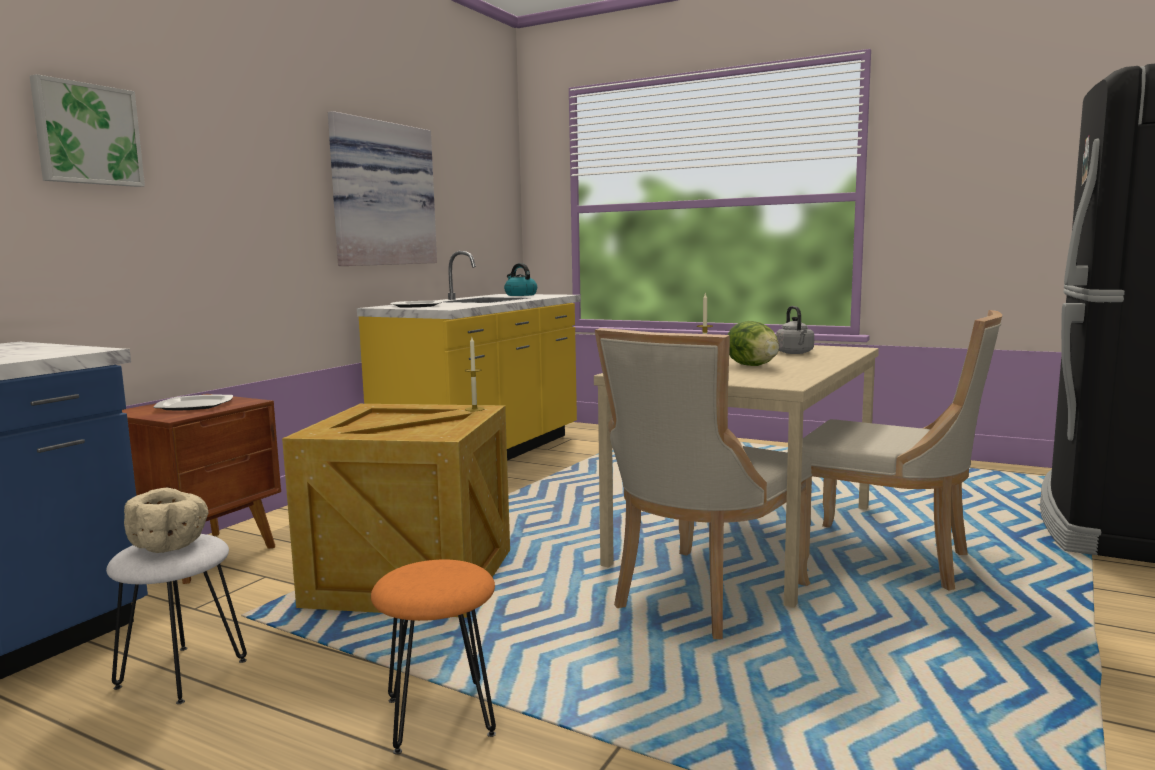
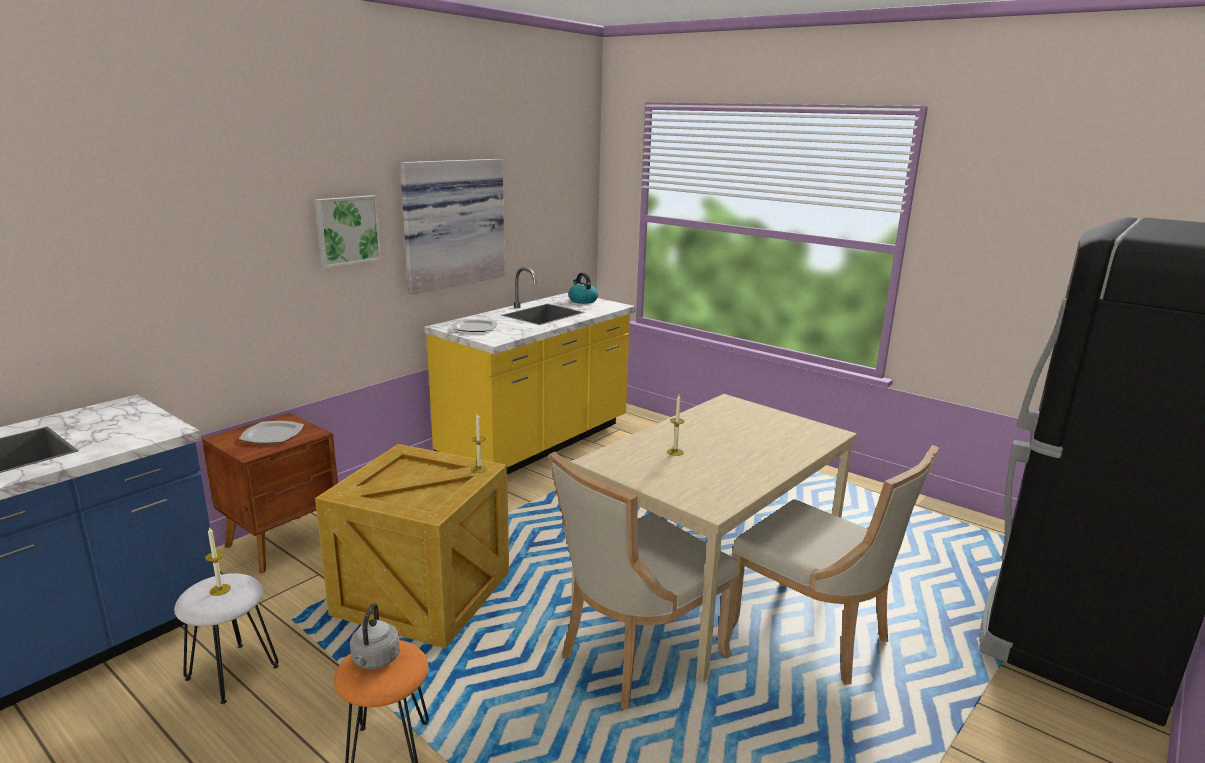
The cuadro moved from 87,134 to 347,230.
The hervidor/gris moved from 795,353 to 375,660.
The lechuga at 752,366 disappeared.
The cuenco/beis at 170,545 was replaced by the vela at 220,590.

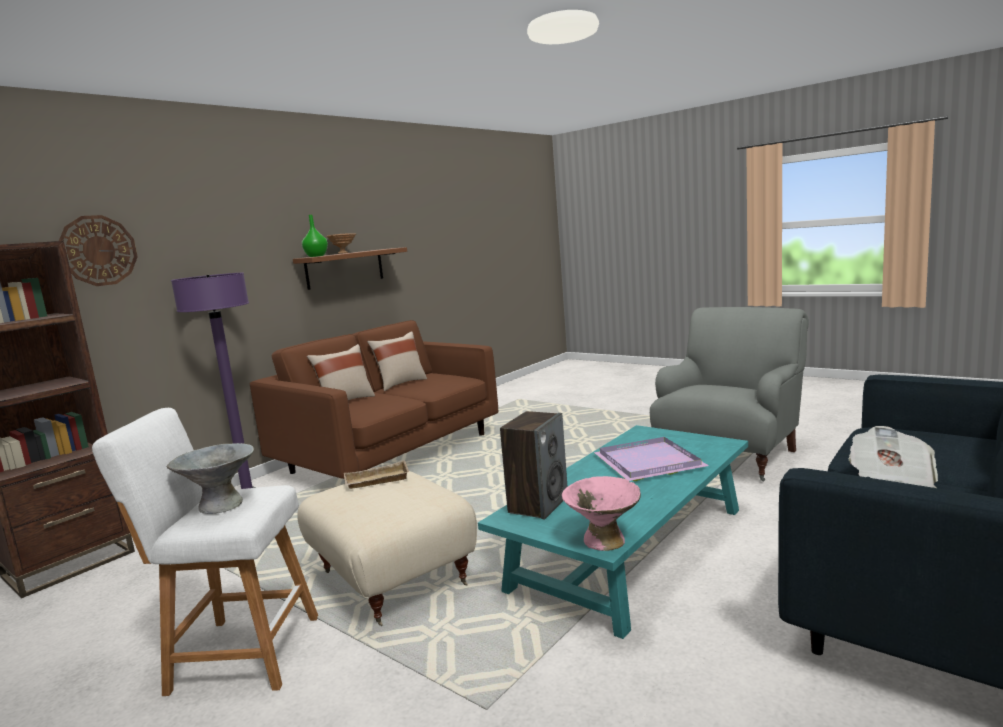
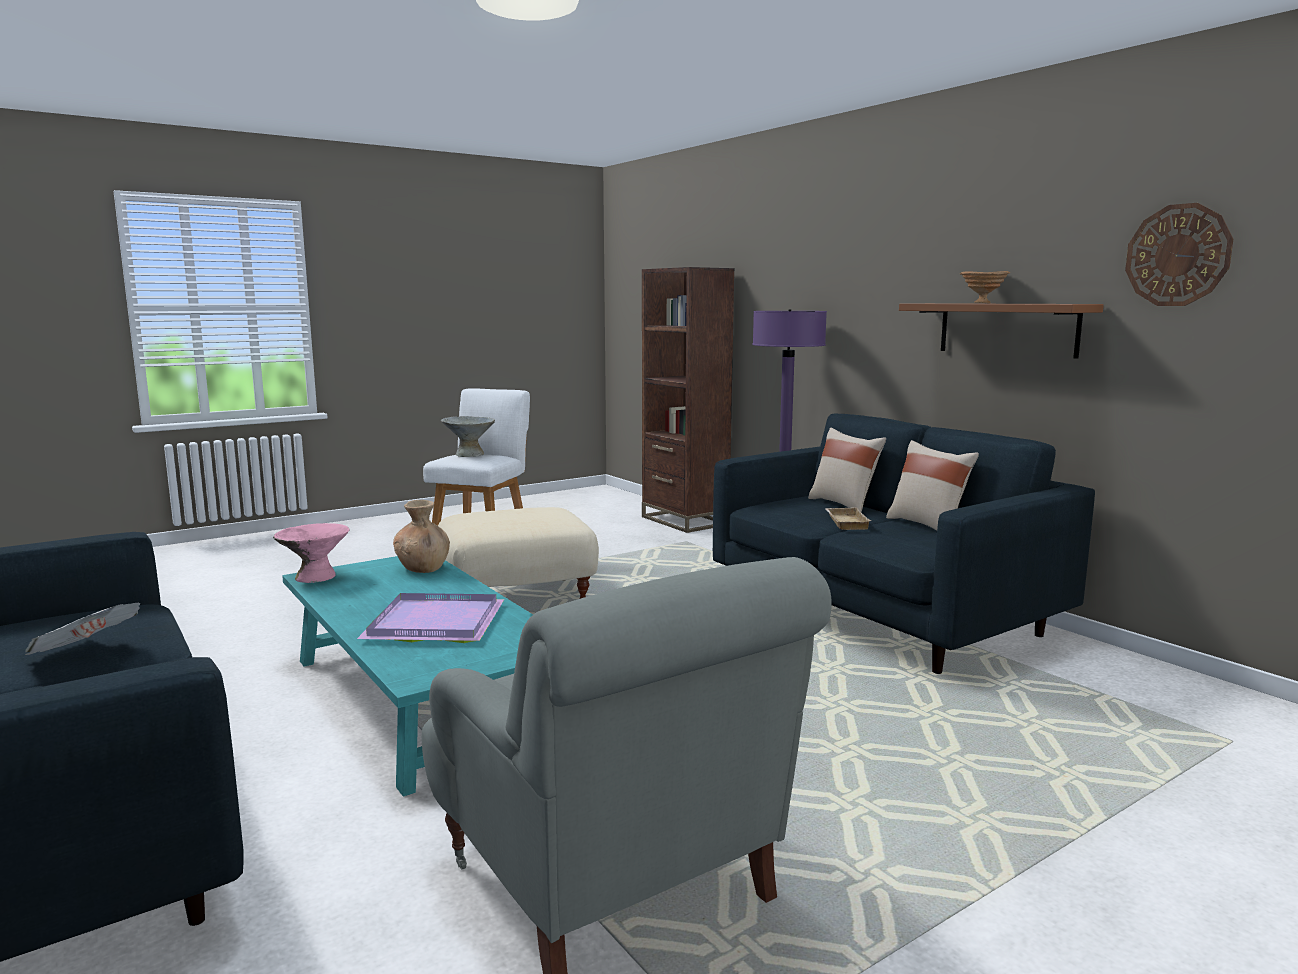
The reloj de pared moved from 98,250 to 1177,255.
The florero/verde at 316,256 disappeared.
The sofá/marrón at 391,454 became the sofá/azul at 879,613.
The altavoz at 538,504 was replaced by the florero/marrón at 423,568.
The bandeja/beis moved from 376,481 to 845,522.

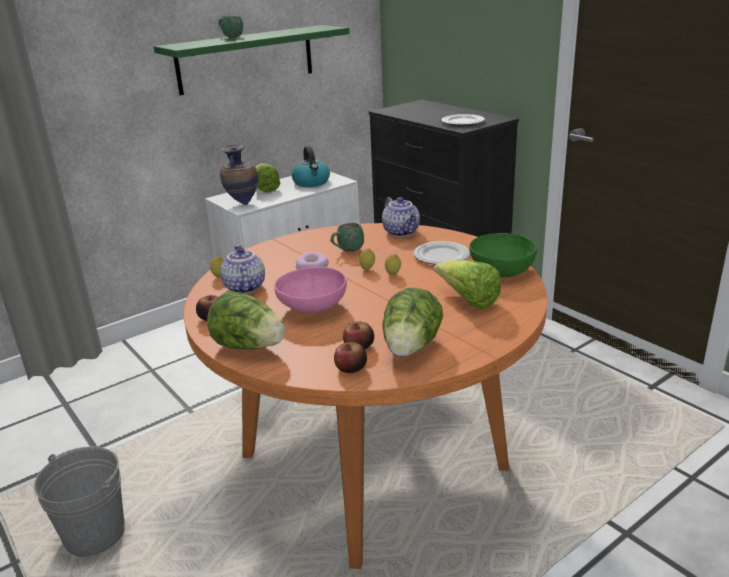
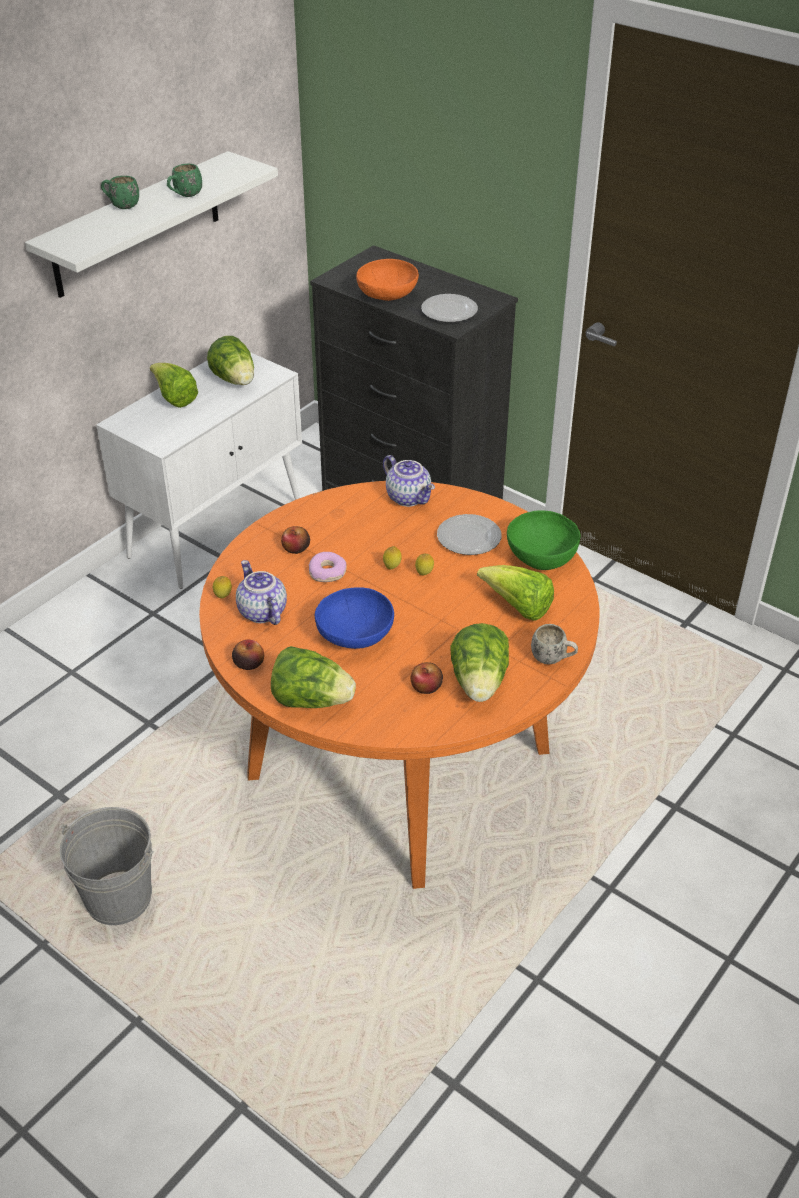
The estante/verde at 246,59 became the estante/blanco at 137,225.
The florero at 242,204 disappeared.
The hervidor at 311,182 was replaced by the lechuga at 235,380.
The taza grande/verde moved from 347,251 to 185,196.
The cuenco/rosa at 312,308 became the cuenco/azul at 355,637.
The manzana moved from 351,368 to 296,548.
The cuenco/naranja at 387,297 appeared.
The taza grande/blanco at 553,659 appeared.

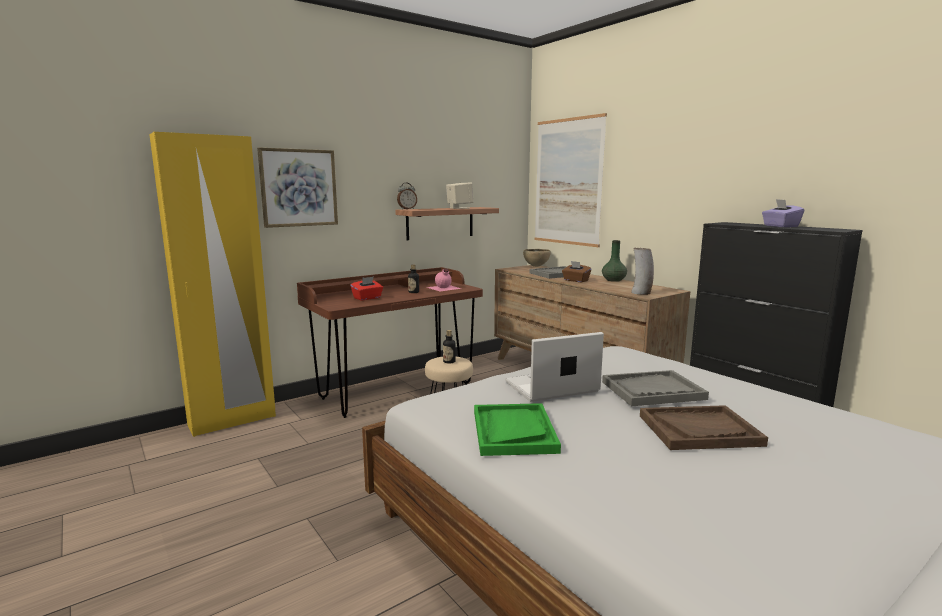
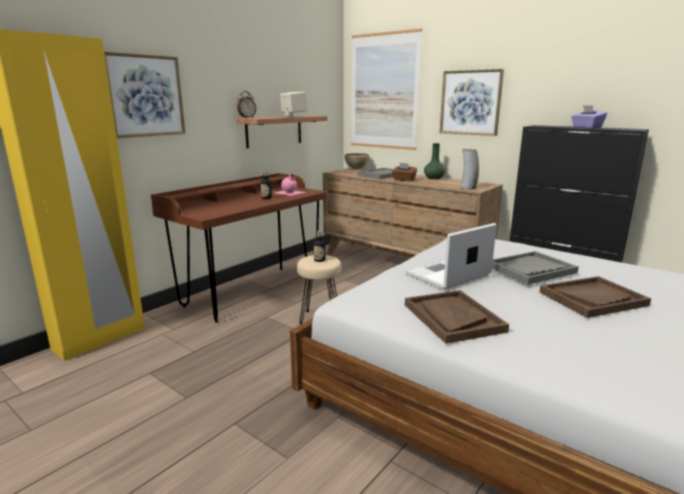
The caja de pañuelos/rojo at 367,298 disappeared.
The bandeja/verde at 513,431 became the bandeja/marrón at 452,317.
The cuadro at 470,102 appeared.

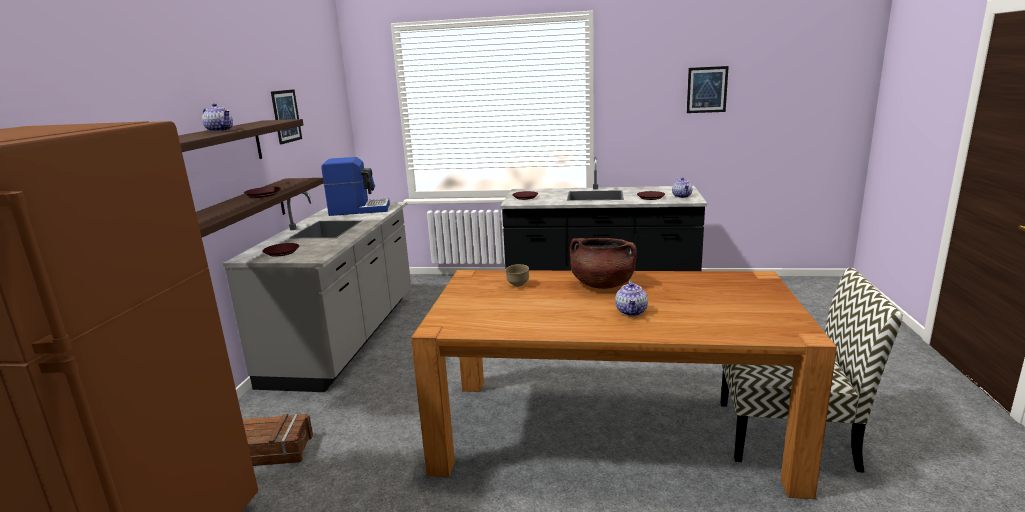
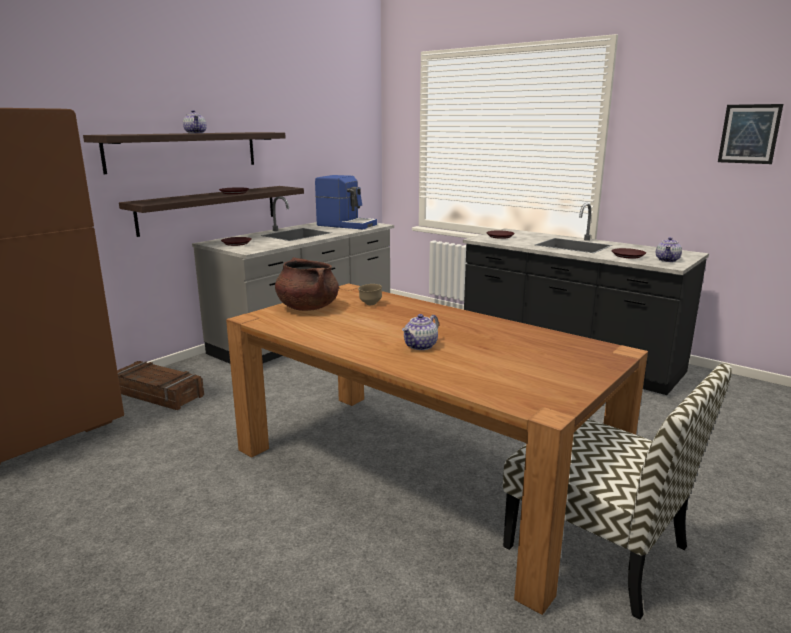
The cuadro at 286,116 disappeared.
The olla/marrón moved from 602,284 to 307,308.

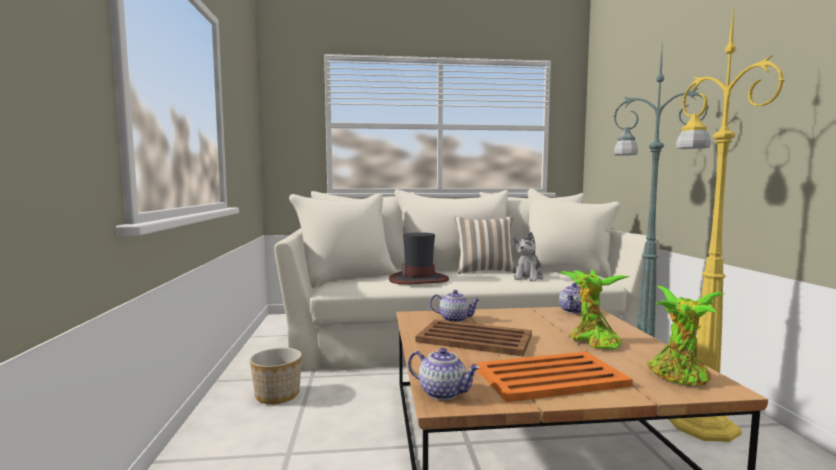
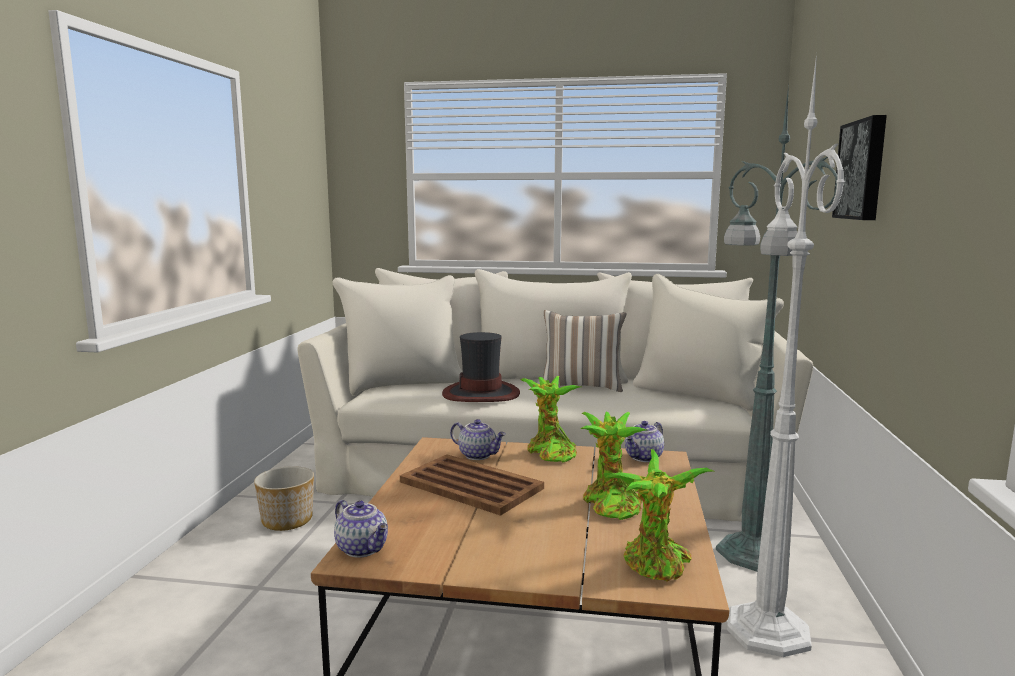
The lámpara de pie/amarillo at 699,423 became the lámpara de pie/blanco at 766,627.
The peluche at 528,278 disappeared.
The bandeja/naranja at 552,377 disappeared.
The cuadro at 863,170 appeared.
The planta en maceta at 549,453 appeared.

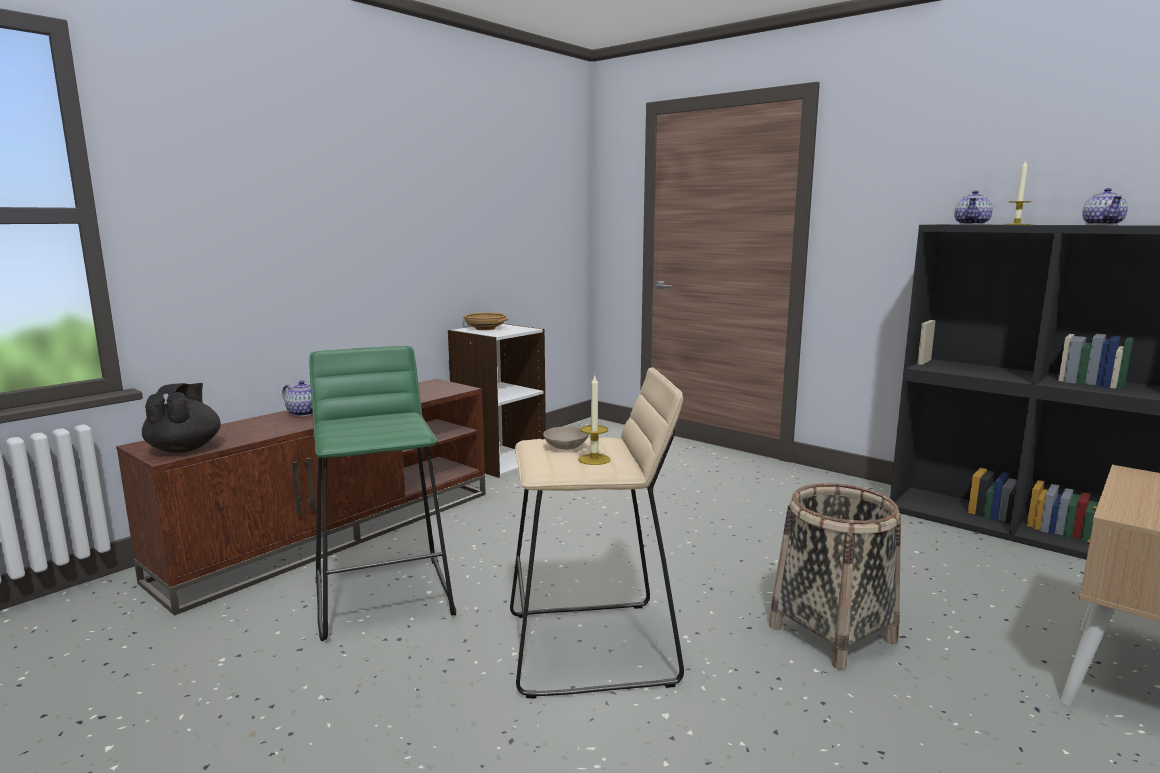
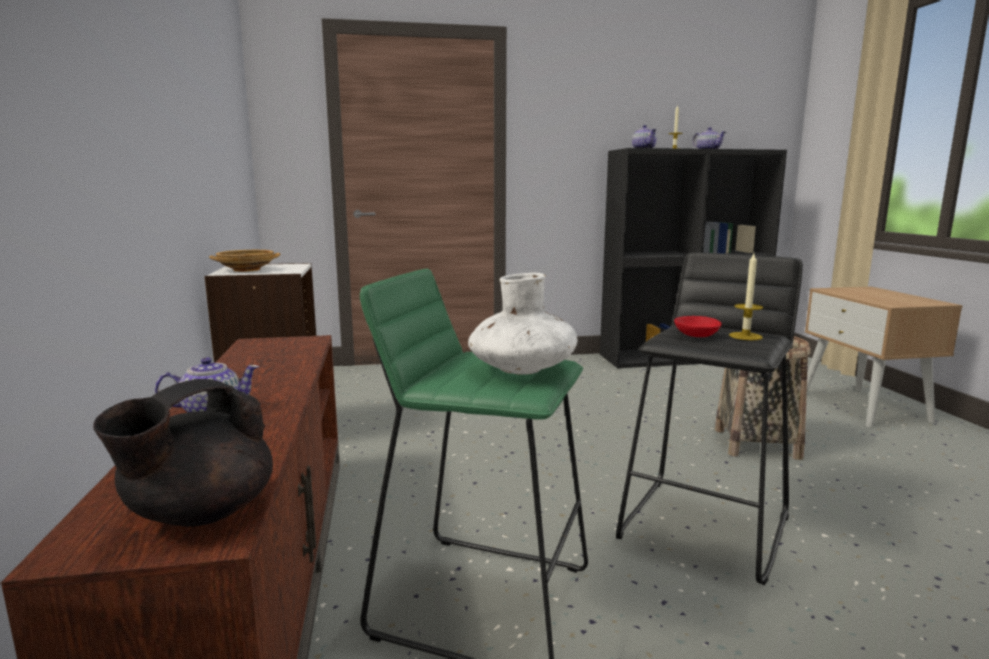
The taburete/beis at 592,648 became the taburete/negro at 705,526.
The tetera/negro at 185,448 turned 90 degrees counterclockwise.
The cuenco/beis at 566,446 became the cuenco/rojo at 695,335.
The florero/blanco at 522,370 appeared.

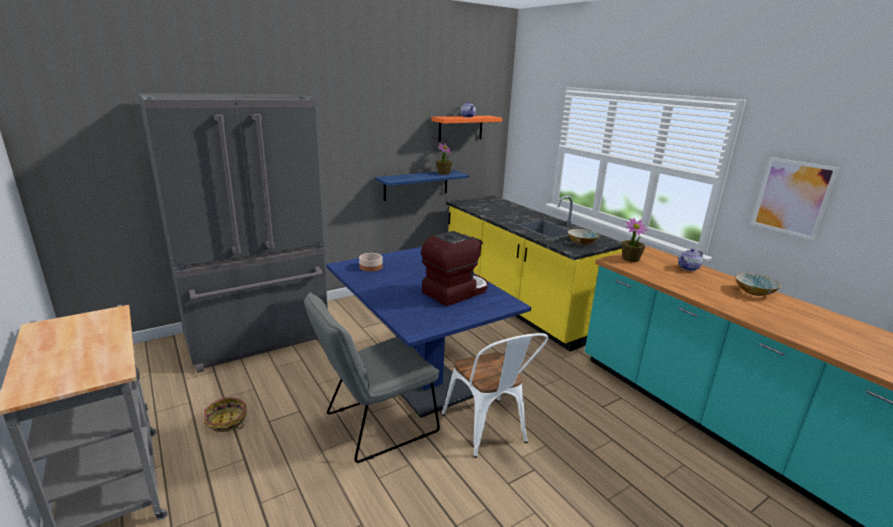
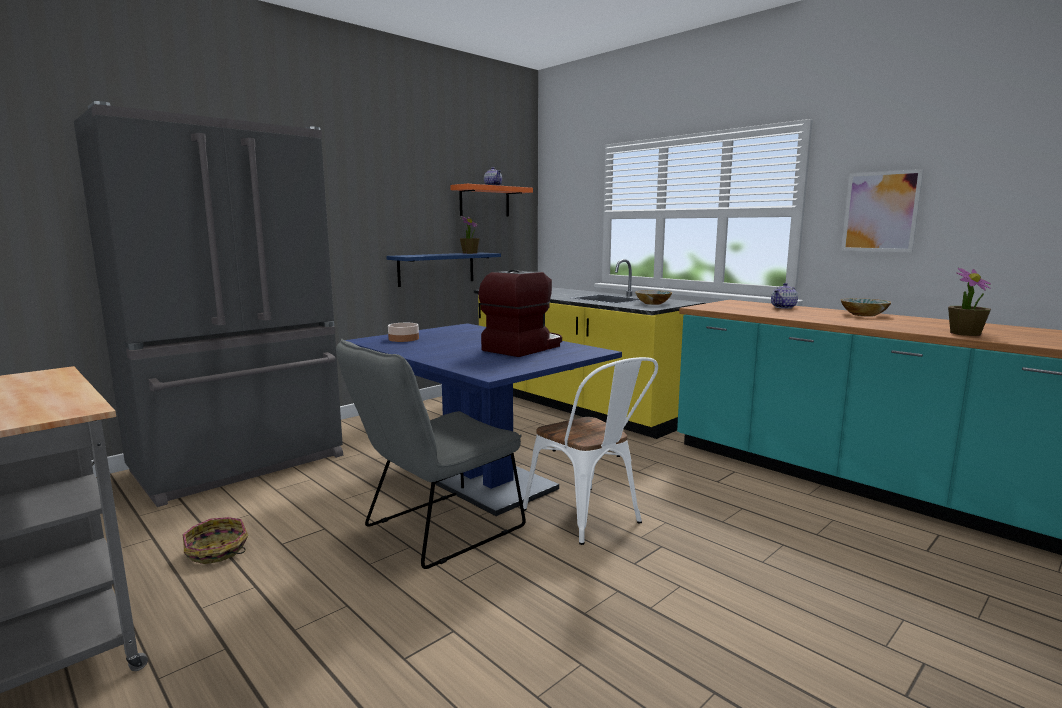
The planta en maceta moved from 630,259 to 965,333.

